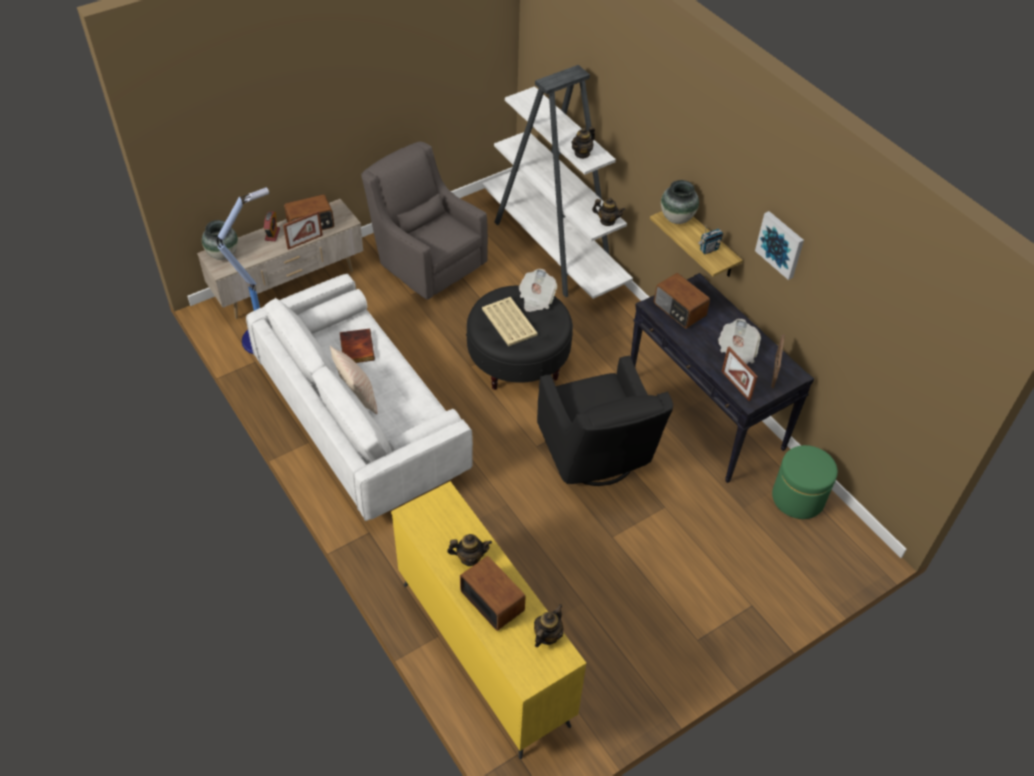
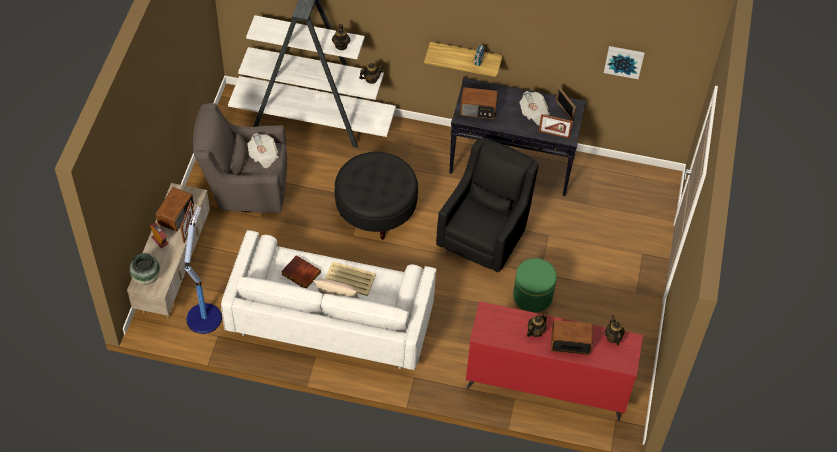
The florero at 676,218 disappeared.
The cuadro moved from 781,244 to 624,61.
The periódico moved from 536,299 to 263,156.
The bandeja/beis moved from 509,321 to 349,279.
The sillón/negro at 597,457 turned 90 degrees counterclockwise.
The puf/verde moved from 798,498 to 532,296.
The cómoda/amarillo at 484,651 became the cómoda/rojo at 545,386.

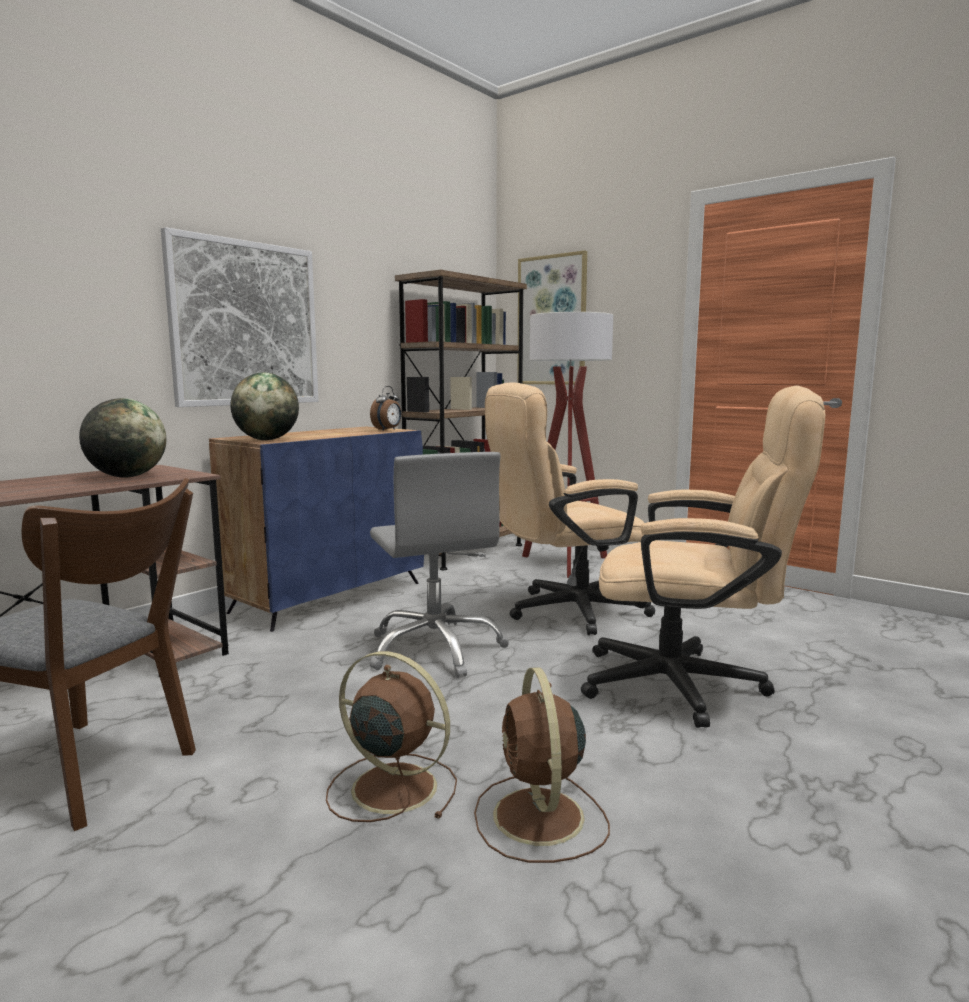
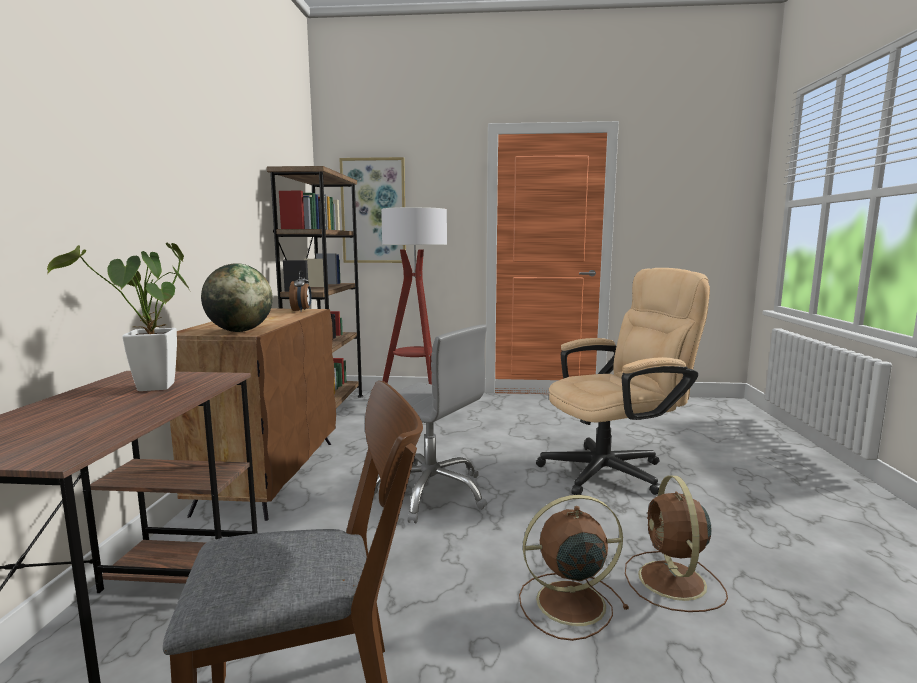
The cuadro at 245,324 disappeared.
The silla de oficina/beis at 564,612 disappeared.
The globo terráqueo at 127,476 was replaced by the planta en maceta at 153,389.
The armario/azul at 329,597 became the armario/marrón at 270,474.
The ventilador/marrón at 539,819 turned 45 degrees clockwise.

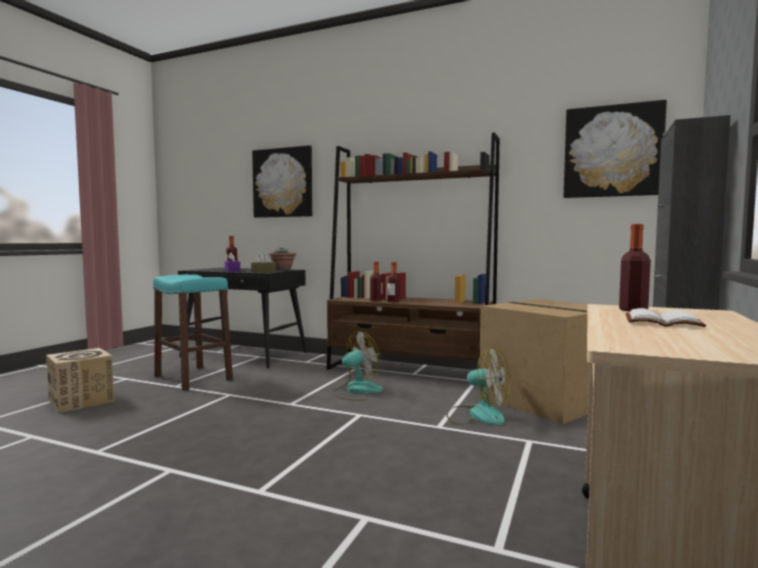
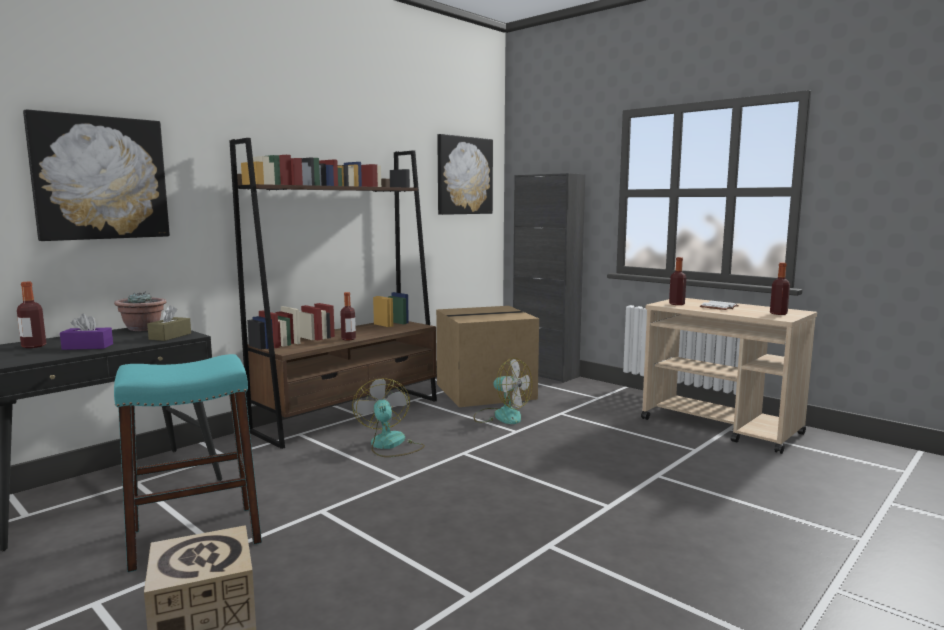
The botella moved from 376,300 to 778,313.
The ventilador at 477,415 turned 75 degrees clockwise.

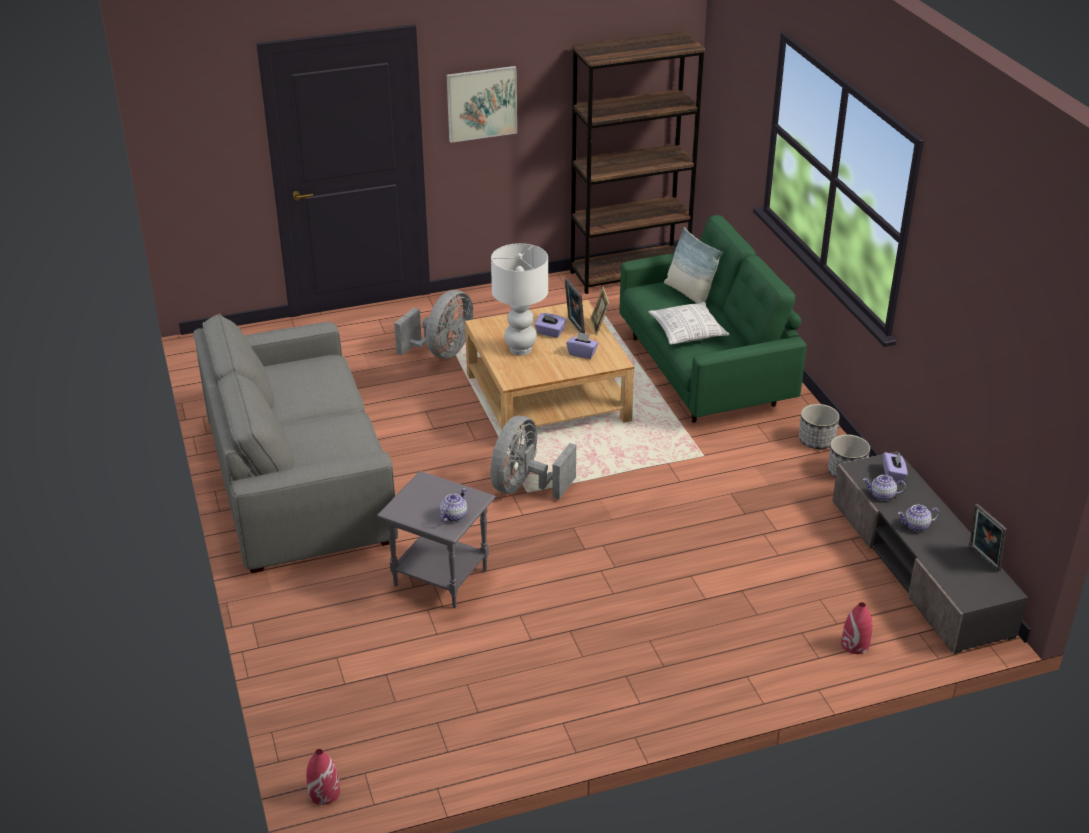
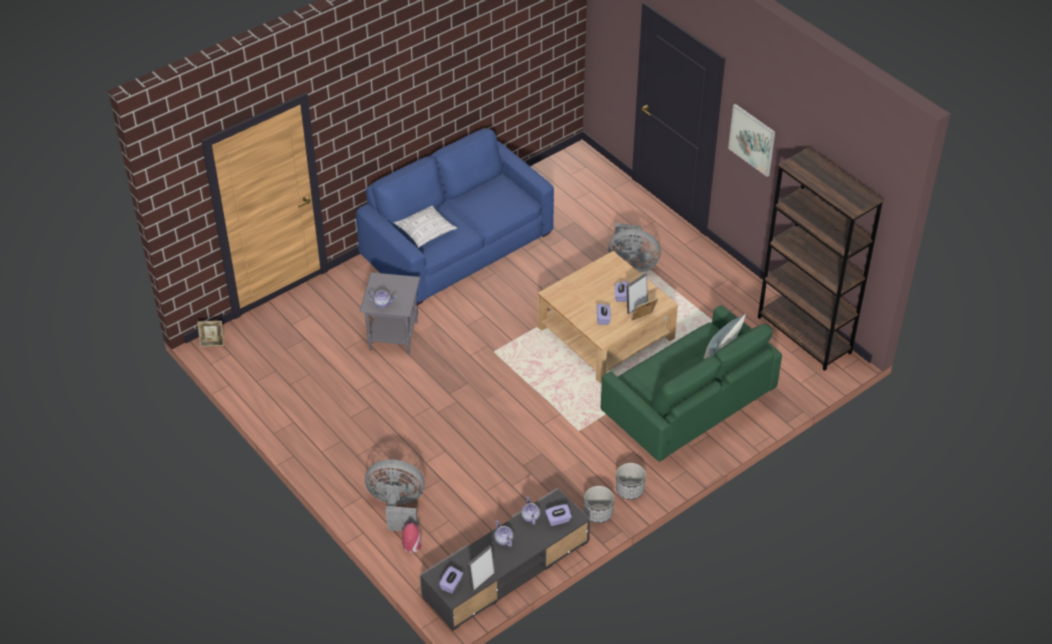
The lámpara de mesa/blanco at 520,349 disappeared.
The cojín moved from 687,332 to 425,231.
The sofá/gris at 297,479 became the sofá/azul at 457,245.
The ventilador/gris moved from 525,487 to 397,507.
The florero/rojo at 324,792 was replaced by the portarretratos at 212,343.
The caja de pañuelos/morado at 451,584 appeared.

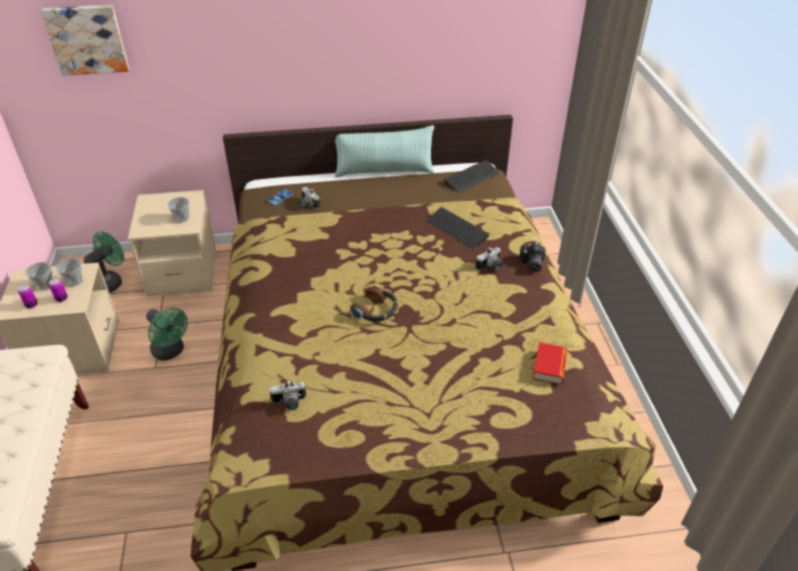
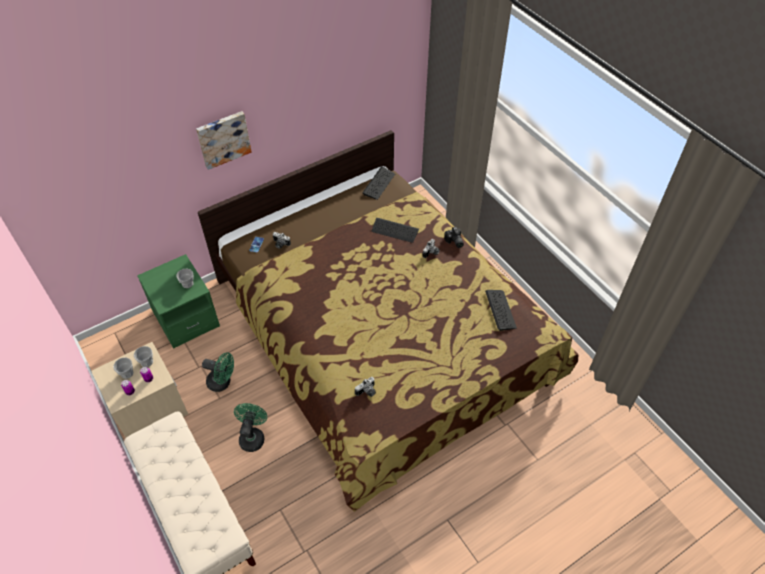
The cuadro moved from 87,39 to 223,139.
The cojín at 384,171 disappeared.
The mesita de noche/beis at 182,271 became the mesita de noche/verde at 186,318.
The ventilador/verde moved from 111,282 to 253,436.
The auriculares at 376,310 disappeared.
The libro at 549,367 was replaced by the teclado at 500,310.

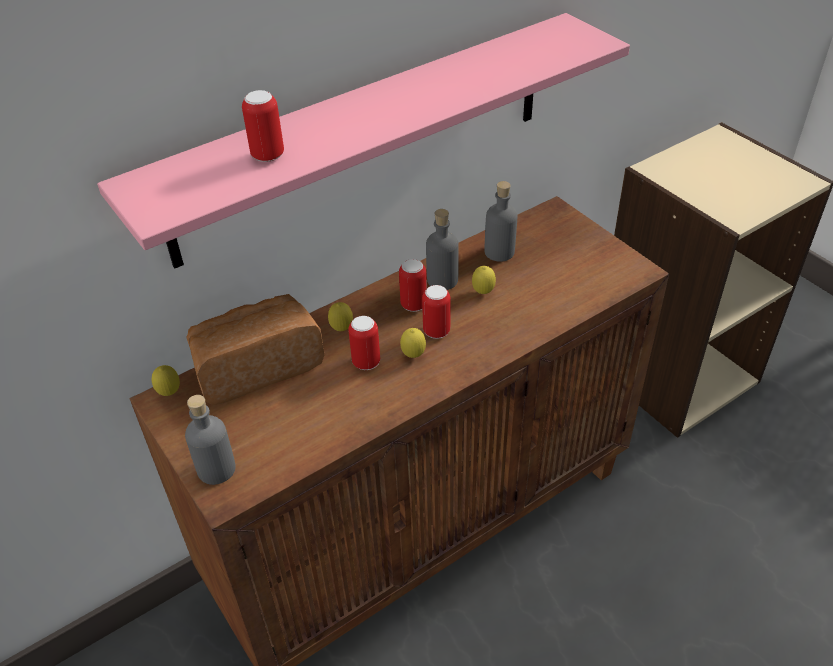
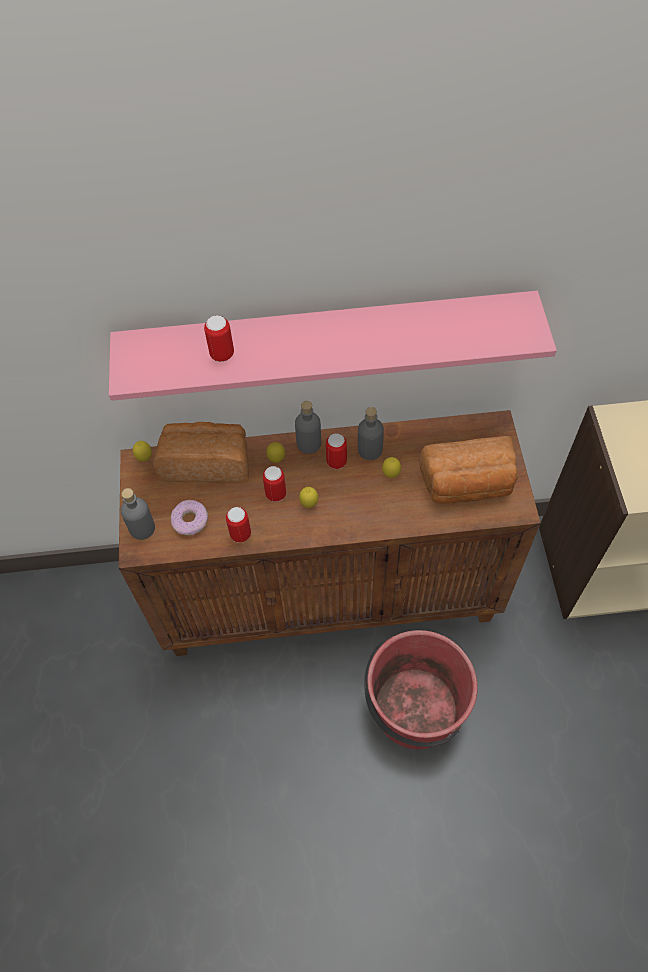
The botella/gris moved from 499,252 to 309,443.
The lata moved from 436,331 to 240,534.
The pan at 467,485 appeared.
The rosquilla at 190,521 appeared.
The cubo/rojo at 414,709 appeared.

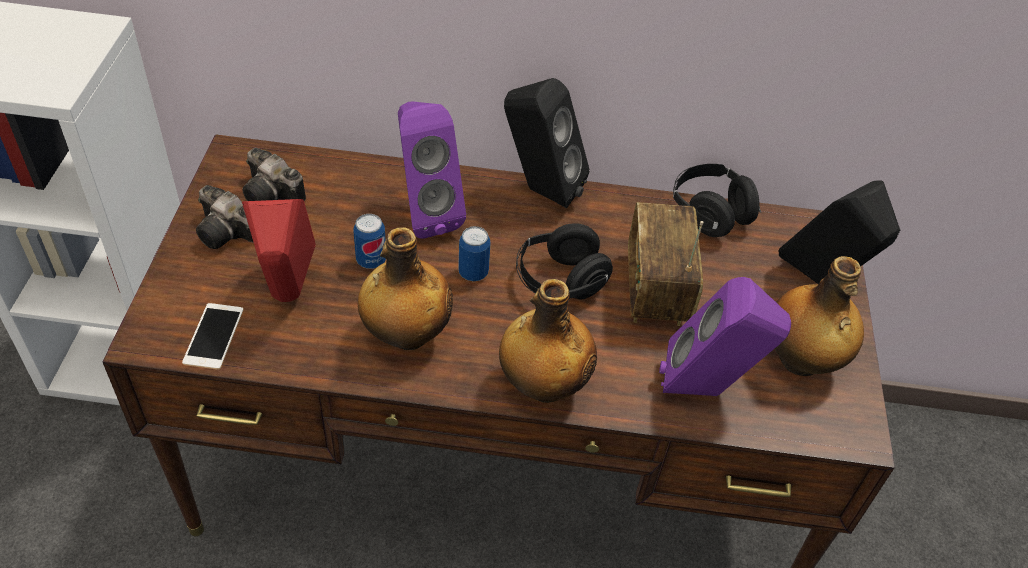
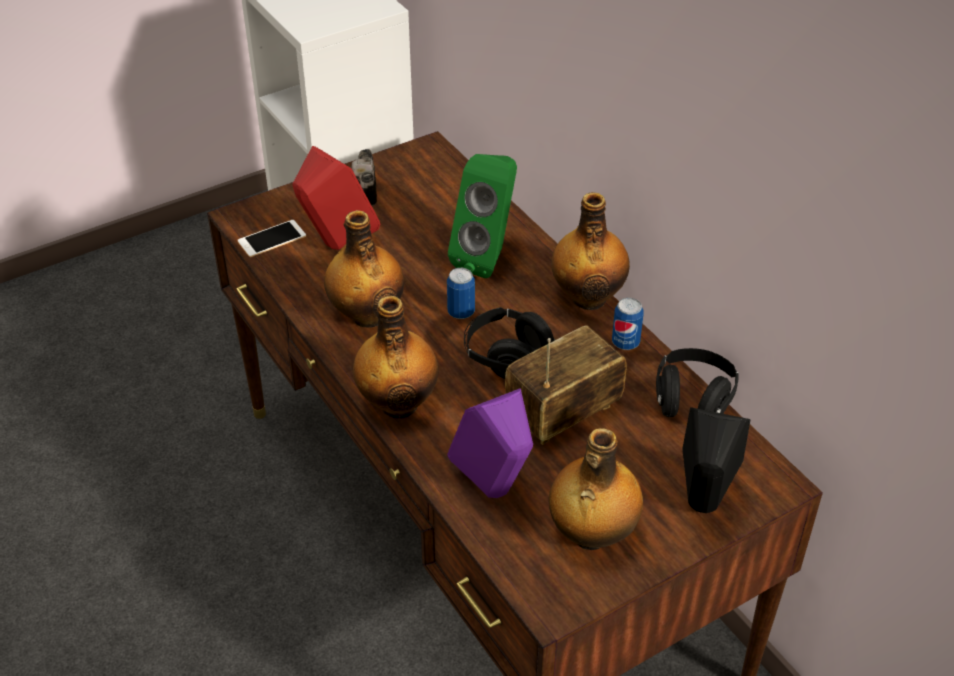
The altavoz/negro at 539,190 was replaced by the botella at 588,297.
The altavoz/morado at 425,213 became the altavoz/verde at 488,258.
The cámara at 274,194 disappeared.
The lata moved from 371,260 to 625,343.

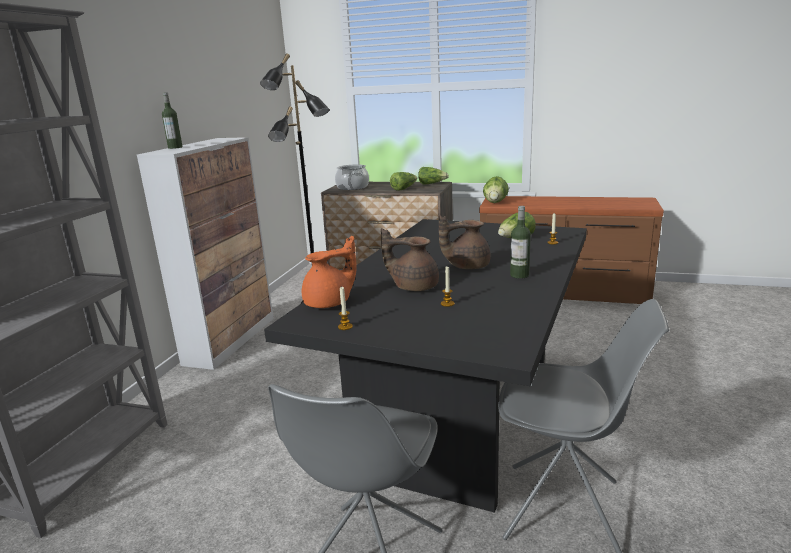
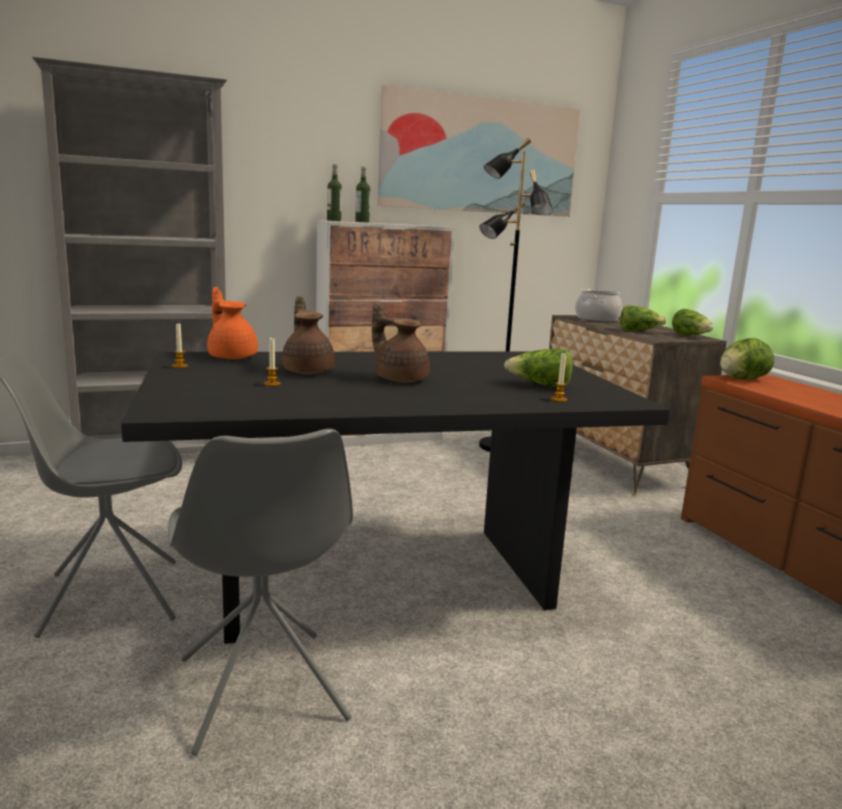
The botella moved from 519,275 to 334,220.
The tetera/naranja at 330,303 turned 150 degrees counterclockwise.
The cuadro at 481,156 appeared.

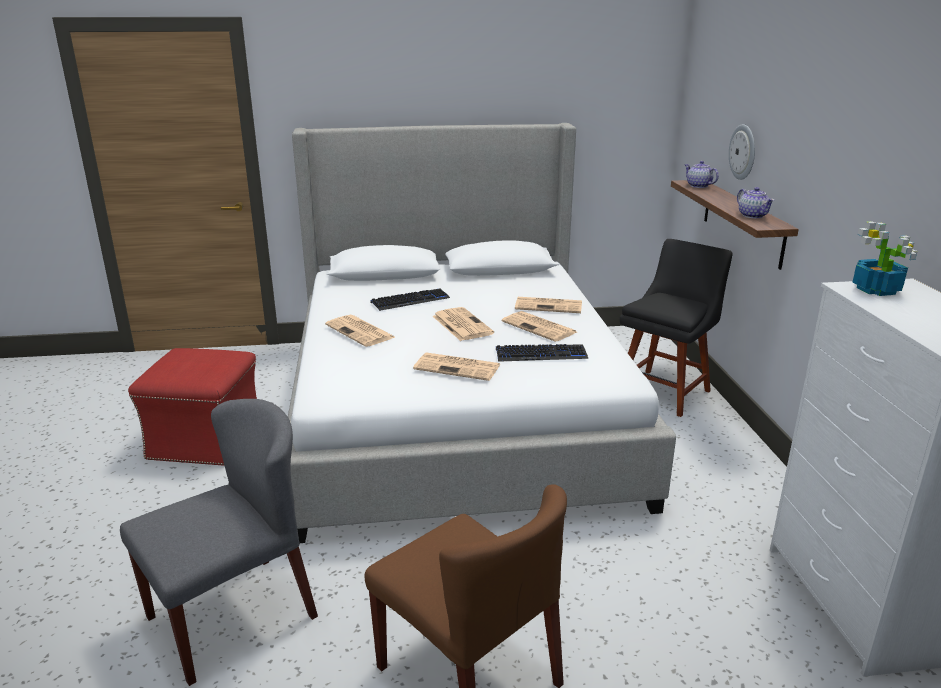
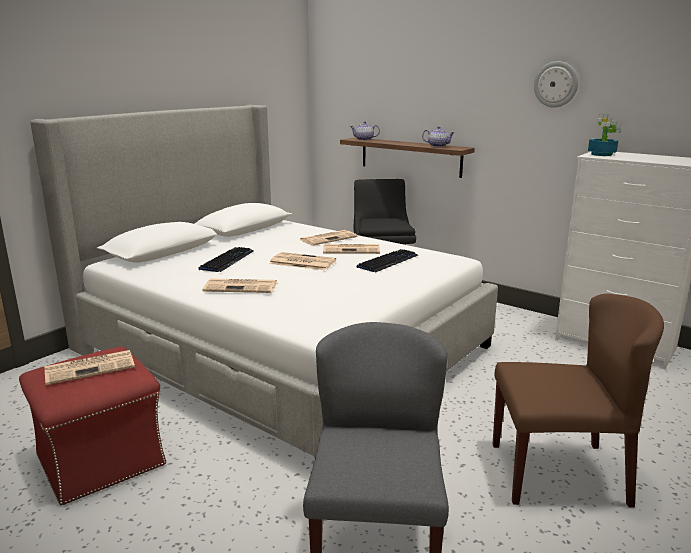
The reloj de pared moved from 743,152 to 556,84.
The periódico moved from 458,367 to 91,367.

